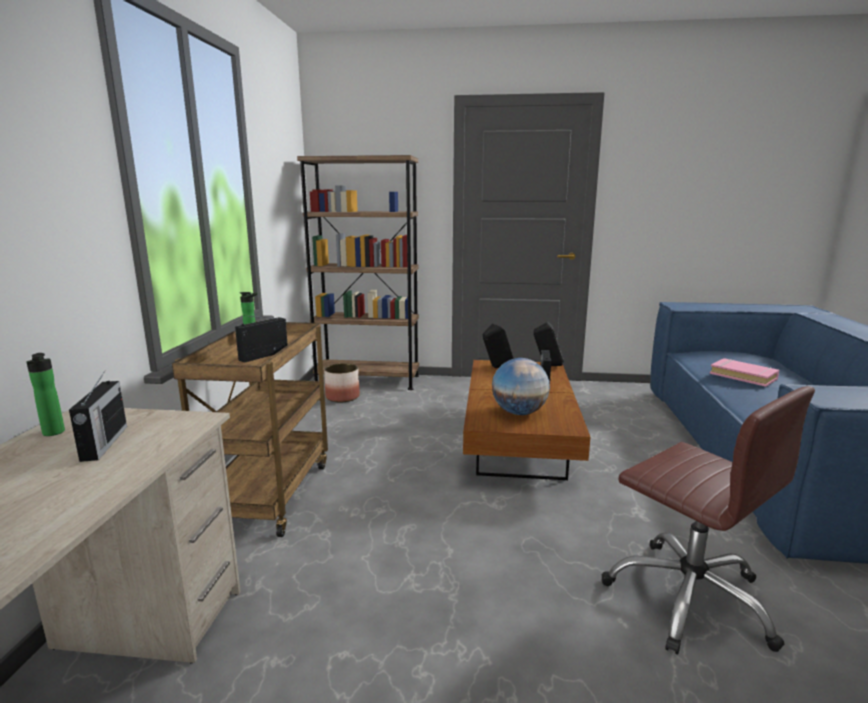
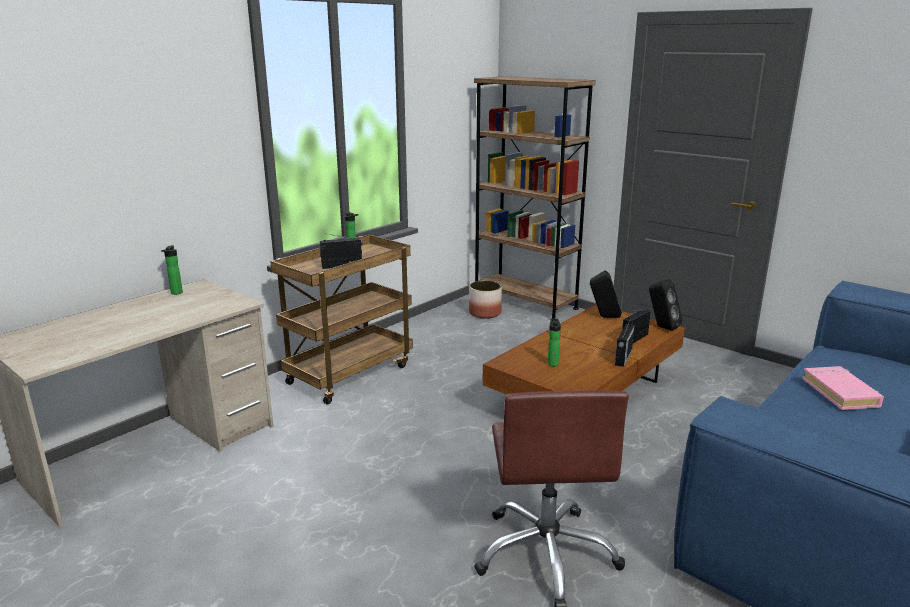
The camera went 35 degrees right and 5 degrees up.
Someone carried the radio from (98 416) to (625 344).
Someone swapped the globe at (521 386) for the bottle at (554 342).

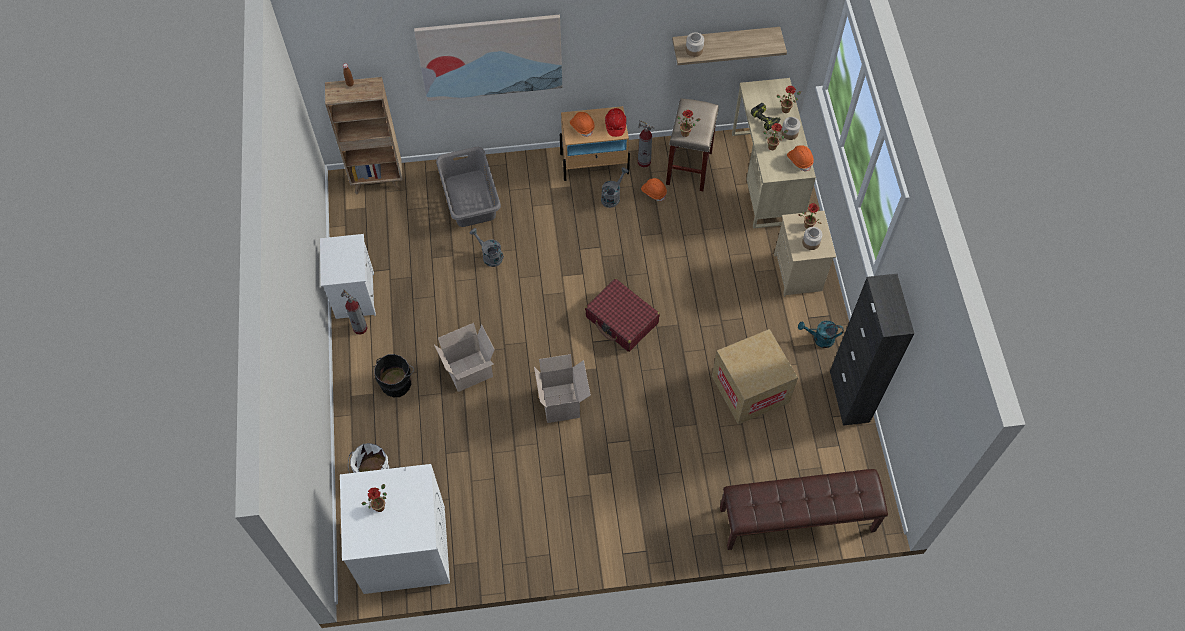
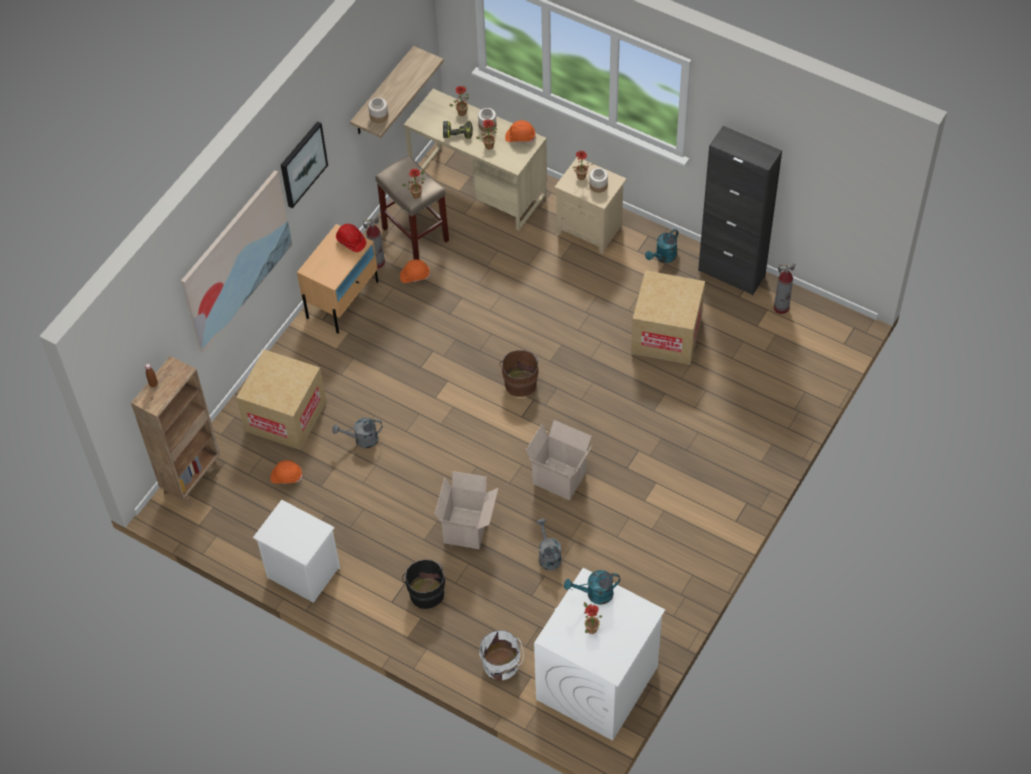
The camera went 50 degrees left and 5 degrees down.
Someone took away the brown bench at (804 509).
Someone put up the picture at (304 164).
Someone put down the turquoise watering can at (592 587).
Someone carried the fire extinguisher from (354 312) to (785 289).
Someone carried the orange hard hat from (582 124) to (286 472).
Someone carried the grey watering can from (615 187) to (549 544).
Someone swapped the grey laundry basket at (468 187) for the cardboard box at (281 399).
Someone swapped the red suitcase at (622 315) for the brown bucket at (519 373).

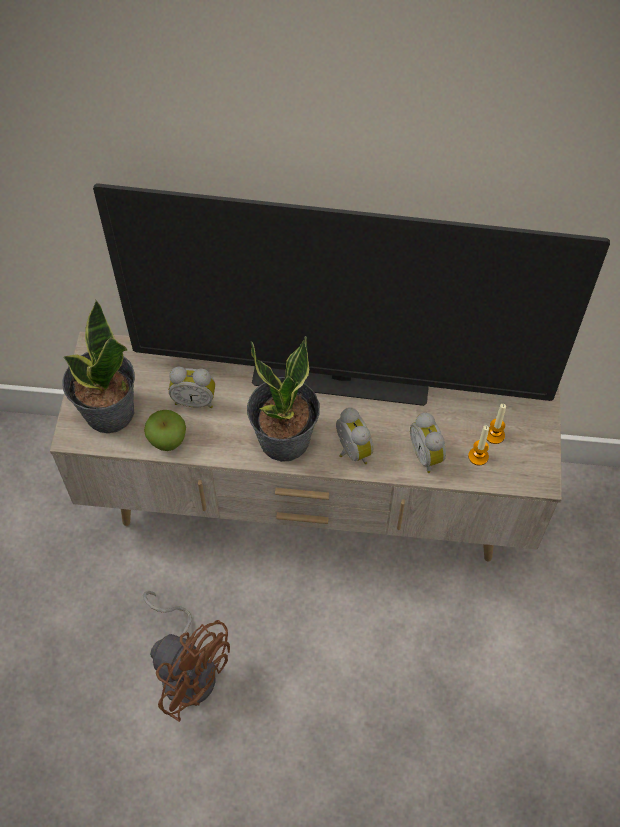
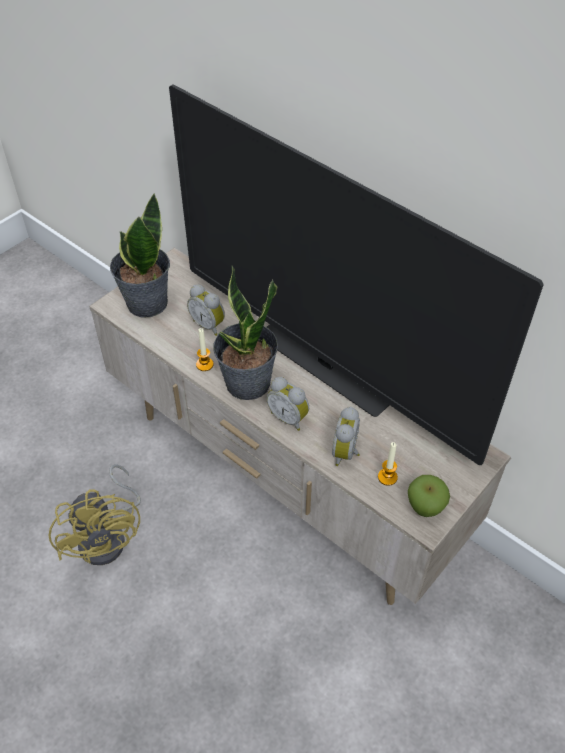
The camera went 35 degrees right and 10 degrees down.
Someone carried the apple from (165 430) to (429 496).
Someone carried the candle from (496 424) to (205 349).
Someone repainted the brown fan at (186 656), which became the yellow fan at (95 514).
Someone rotated the alarm clock at (355 436) by 120 degrees clockwise.

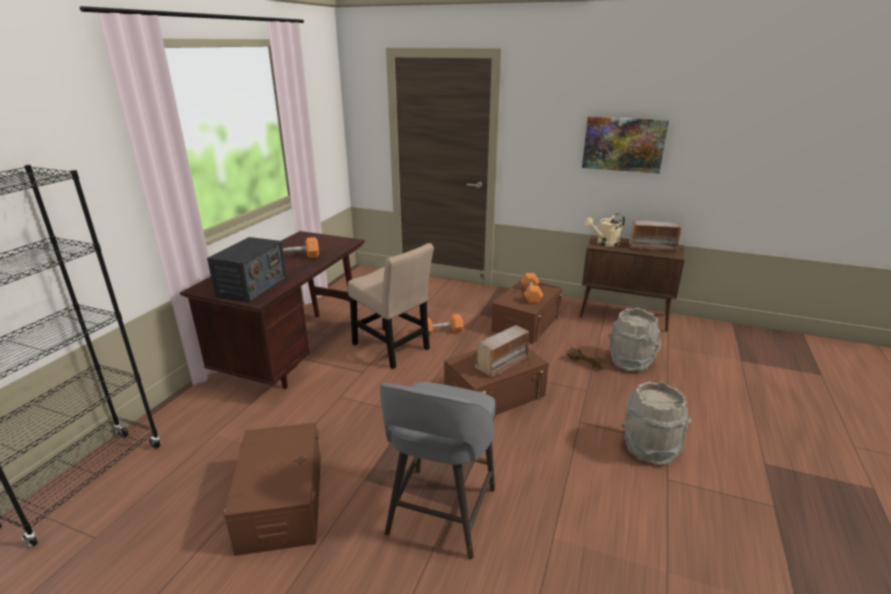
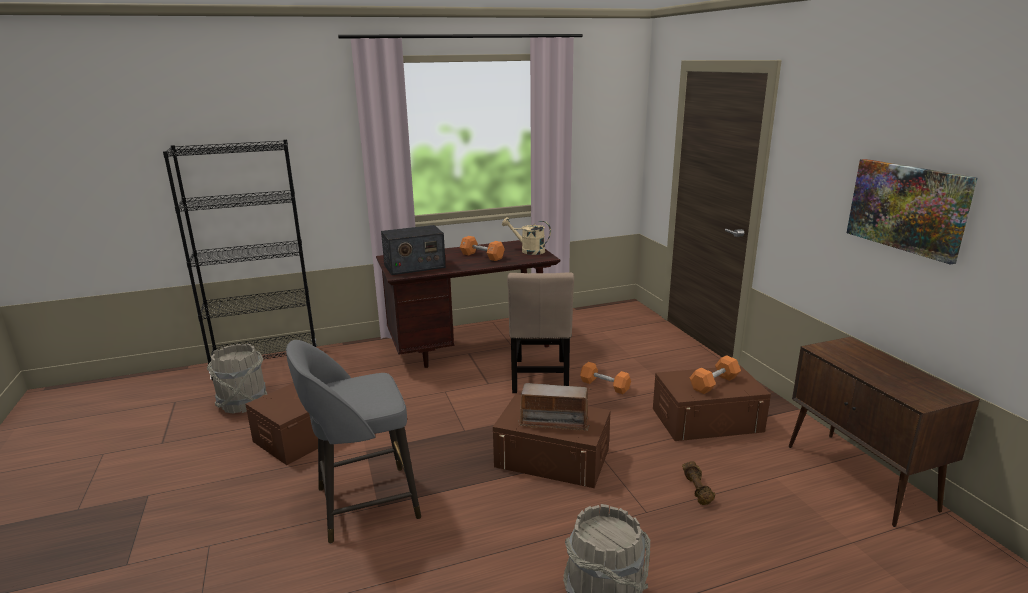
The camera went 50 degrees right and 5 degrees down.
Someone took away the radio at (654 235).
Someone carried the beige watering can from (604 230) to (526 236).
Someone carried the grey bucket from (634 340) to (237 379).

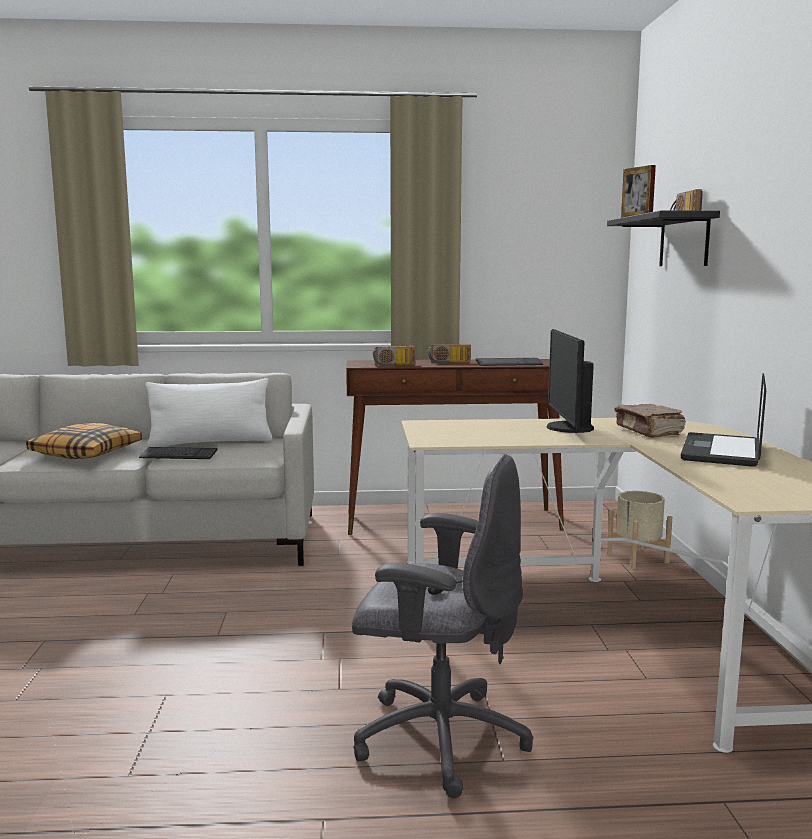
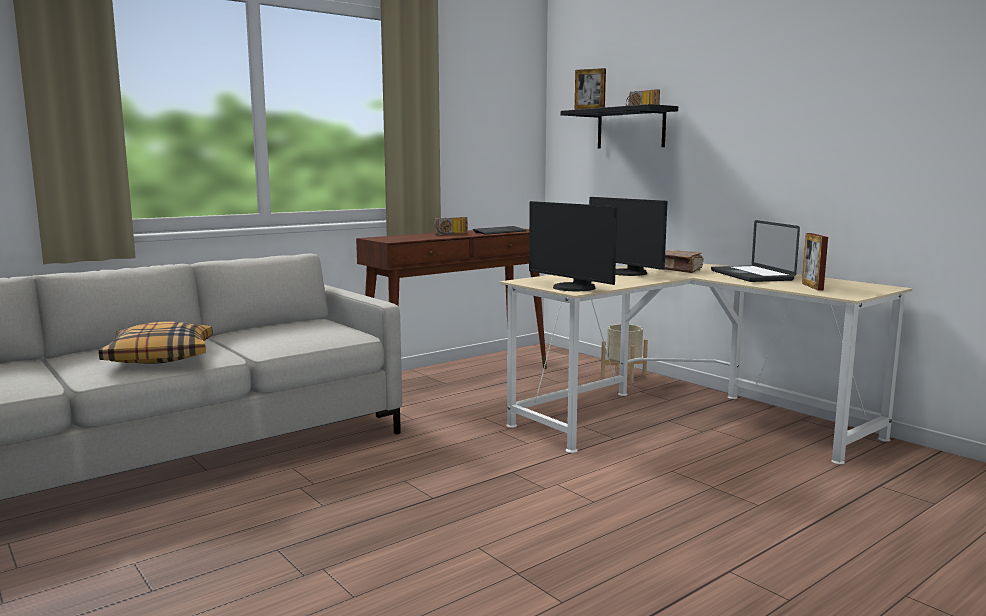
The camera went 35 degrees left and 0 degrees up.
Someone took away the keyboard at (178 453).
Someone took away the white pillow at (209 412).
Someone took away the grey office chair at (442 626).
Someone took away the radio at (394 356).
Someone put down the monitor at (573 246).
Someone put down the picture frame at (815 262).

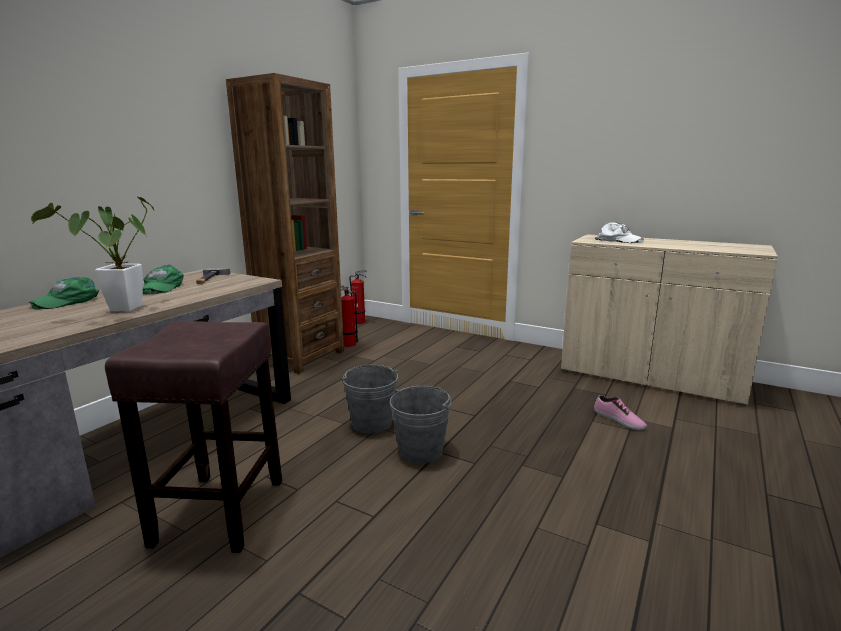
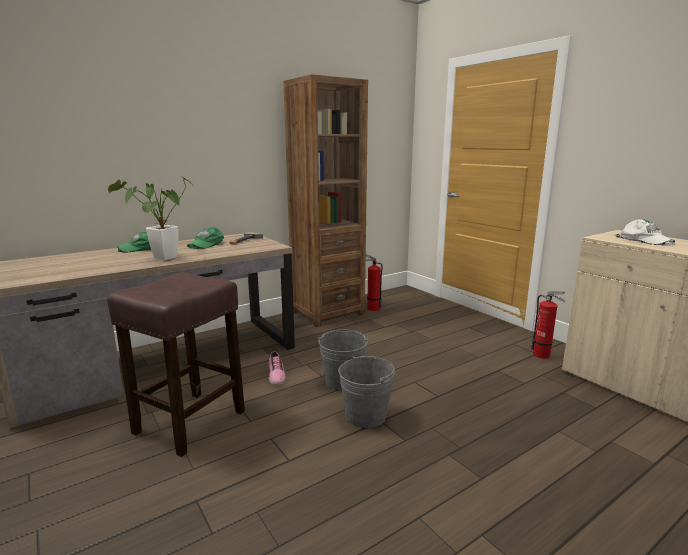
The camera went 25 degrees right and 0 degrees up.
Someone carried the fire extinguisher from (358 297) to (548 325).
Someone carried the shoe from (620 412) to (277 368).

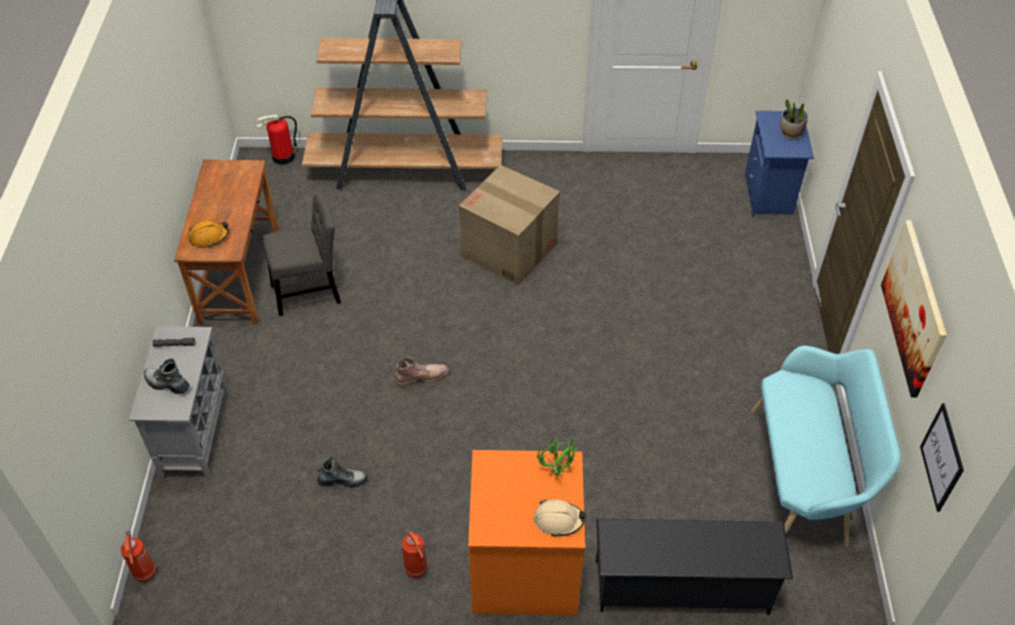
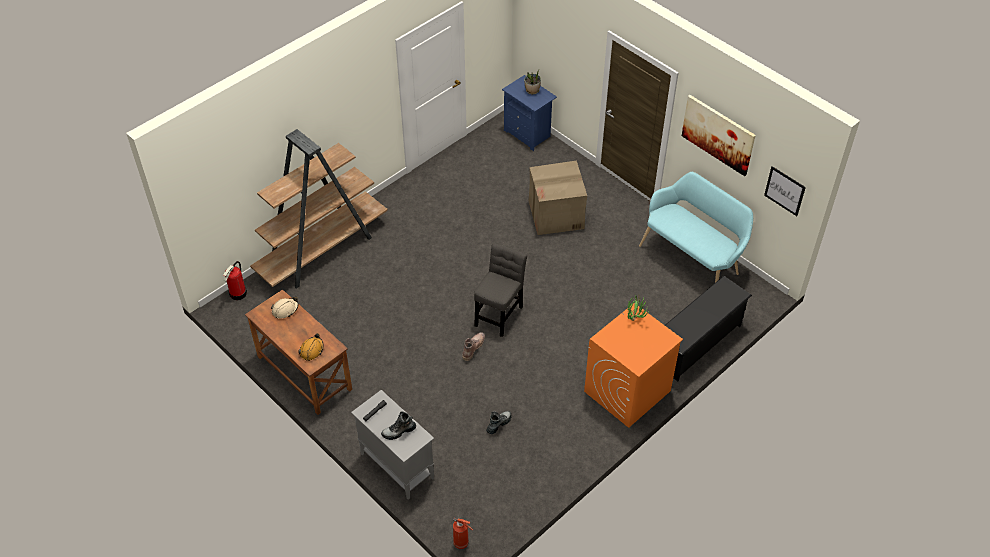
The camera went 45 degrees left and 0 degrees up.
Someone took away the fire extinguisher at (414 552).
Someone carried the grey chair from (302 253) to (500 290).
Someone carried the cardboard box from (509 225) to (558 197).
Someone carried the beige hard hat from (560 518) to (285 308).

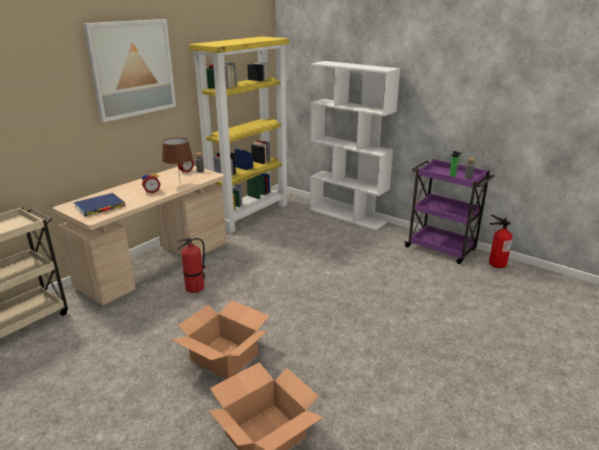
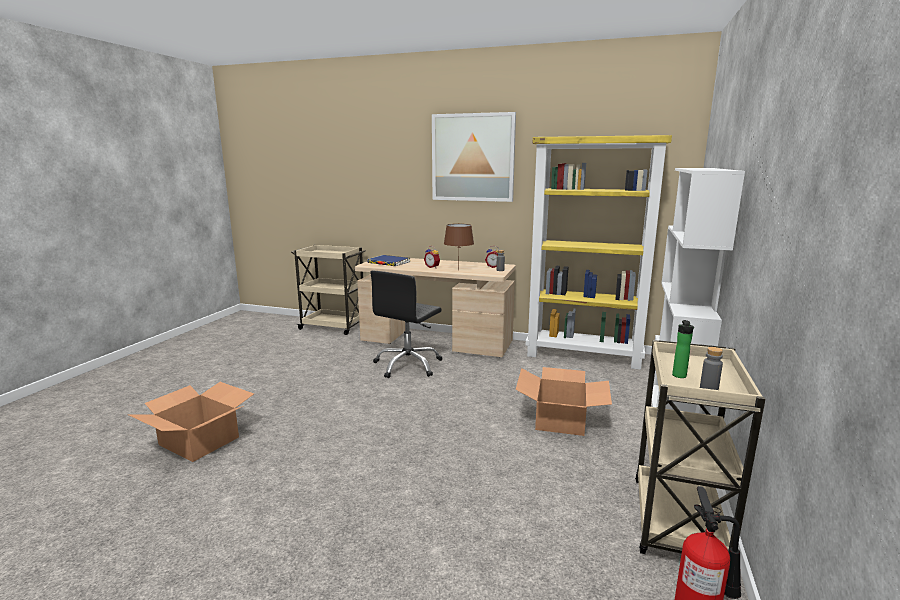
The camera went 70 degrees right and 10 degrees down.
Someone carried the cardboard box from (220 339) to (564 401).
Someone swapped the fire extinguisher at (191 265) for the black office chair at (406 324).
Someone repainted the purple cart at (449 211), which became the beige cart at (700 447).

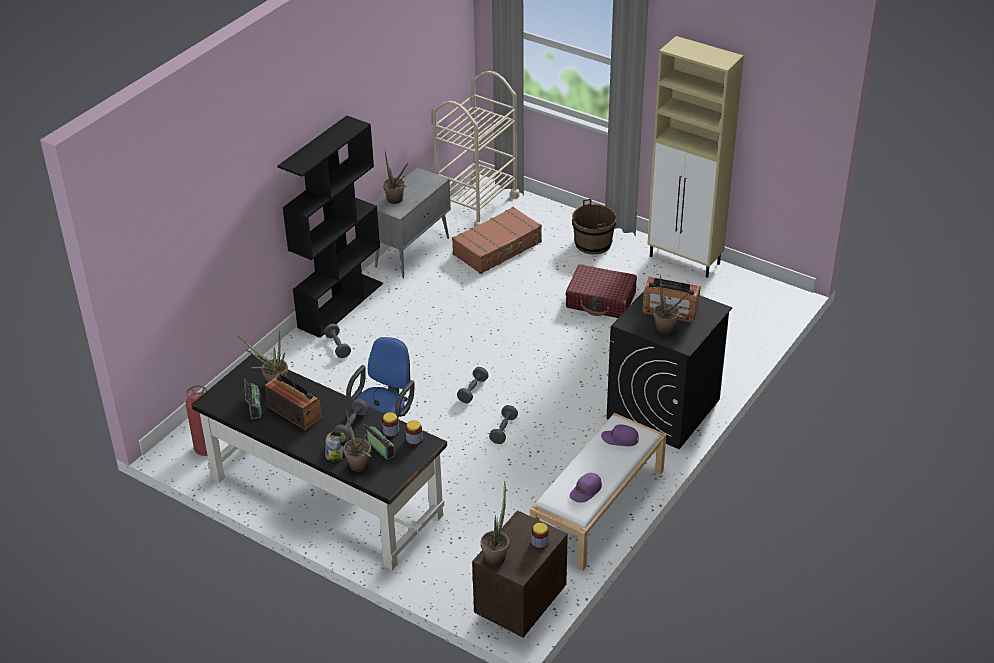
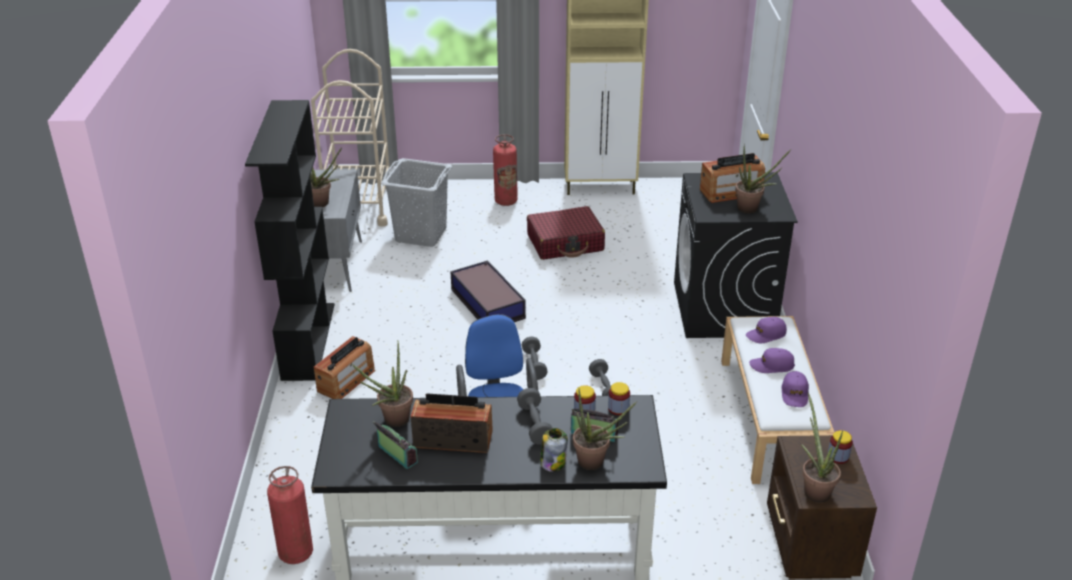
The camera went 35 degrees left and 5 degrees down.
Someone put down the storage box at (488 291).
Someone put down the purple cap at (772 360).
Someone swapped the grey dumbbell at (337 341) for the radio at (344 367).
Someone swapped the brown suitcase at (497 240) for the grey laundry basket at (416 202).
Someone swapped the brown bucket at (594 226) for the fire extinguisher at (505 170).

